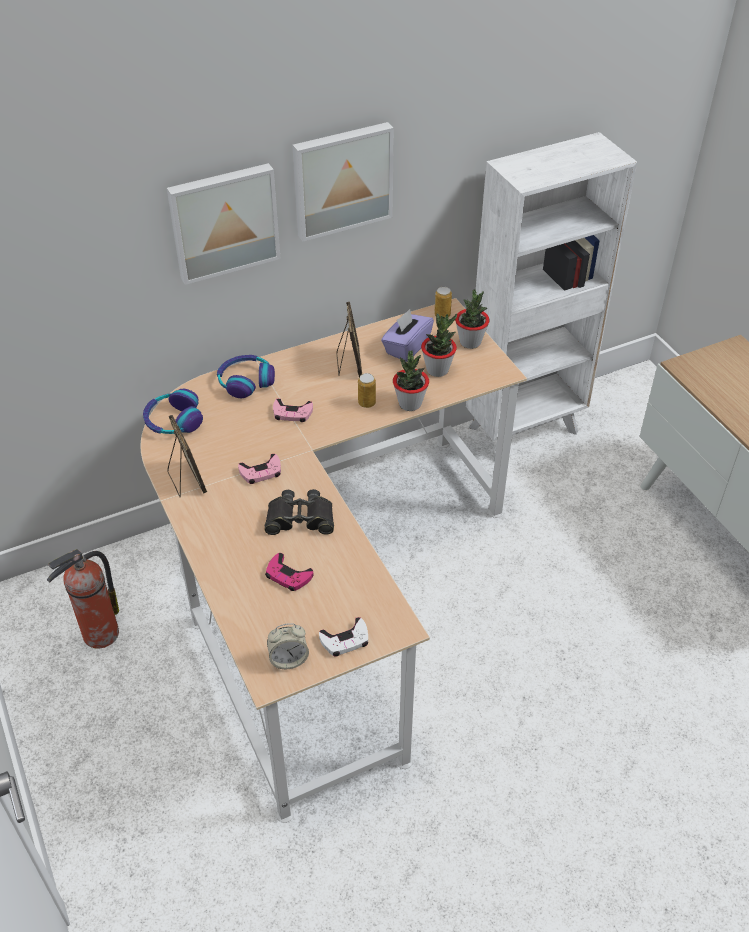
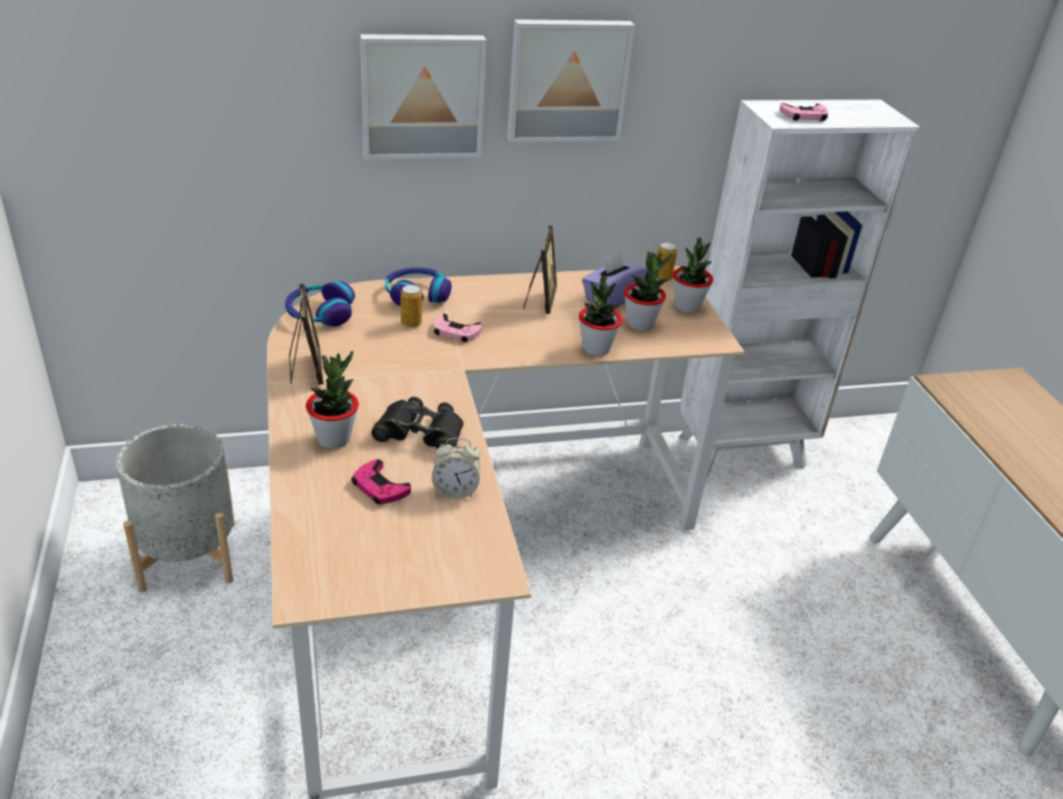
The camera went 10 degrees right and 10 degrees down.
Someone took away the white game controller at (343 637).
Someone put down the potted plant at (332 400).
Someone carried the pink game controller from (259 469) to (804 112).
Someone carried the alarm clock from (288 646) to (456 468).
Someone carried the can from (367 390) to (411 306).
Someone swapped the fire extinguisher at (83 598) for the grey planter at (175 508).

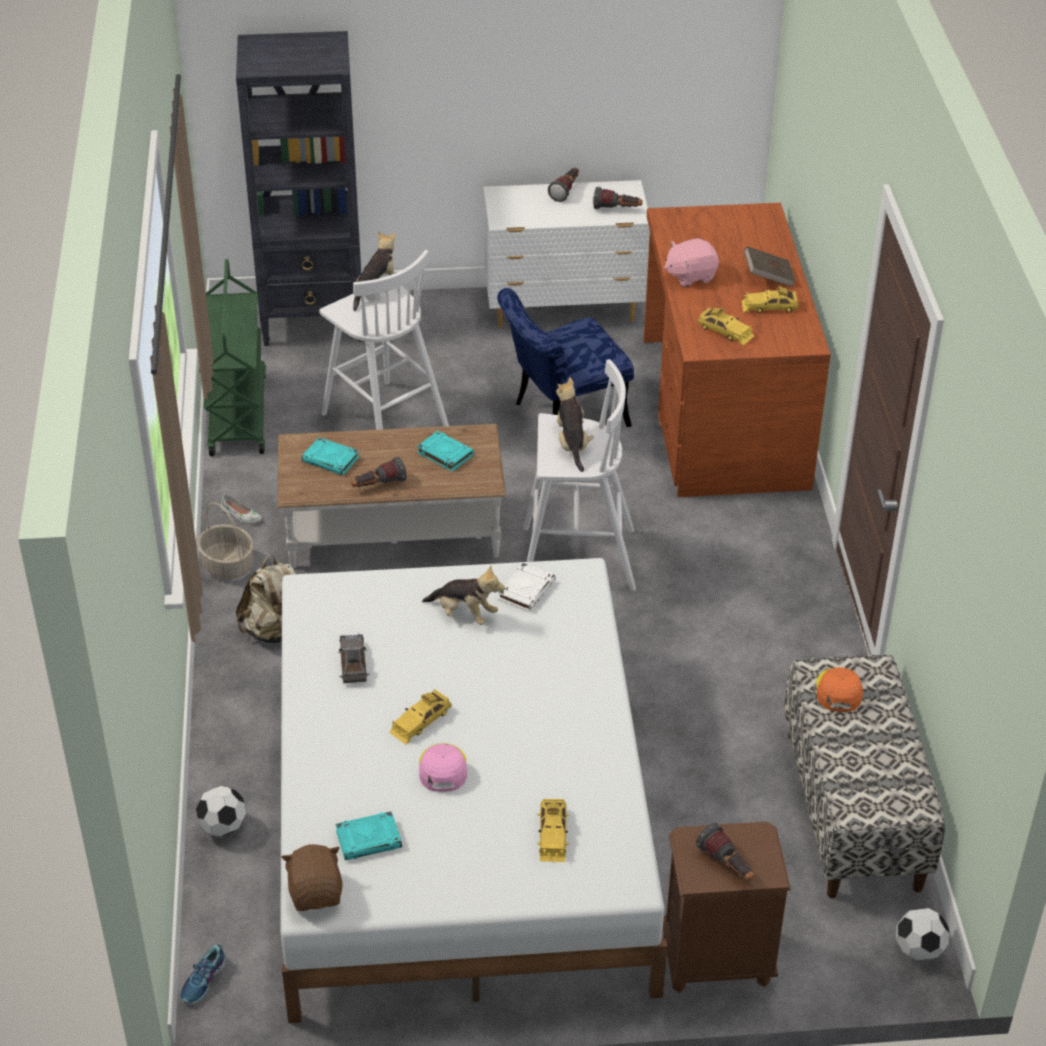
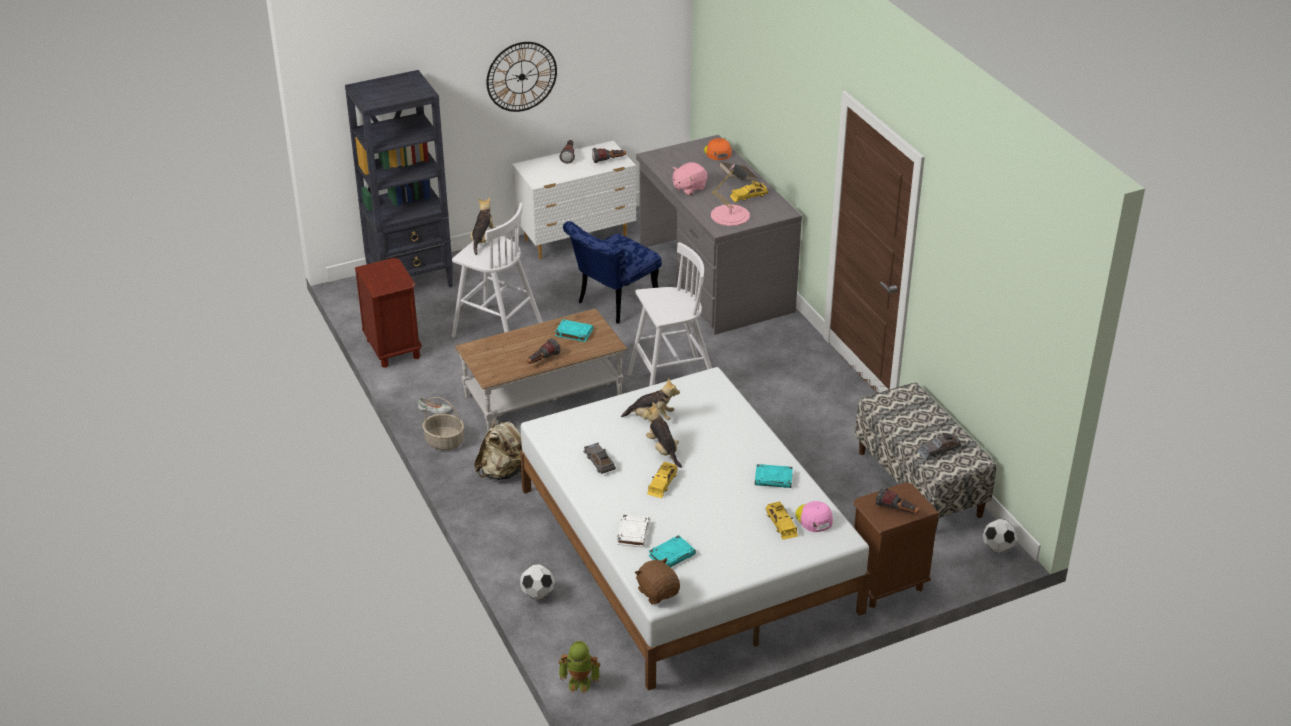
The camera went 20 degrees left and 5 degrees down.
Someone put up the wall clock at (521 77).
Someone put down the grey toy car at (939 446).
Someone carried the turquoise book from (330 456) to (774 476).
Someone carried the pink cap from (443 767) to (814 516).
Someone carried the white book from (526 587) to (633 530).
Someone carried the plush toy from (575 424) to (663 435).
Someone carried the orange cap from (839 689) to (717 149).
Someone swapped the shoe at (204 974) for the toy robot at (579 667).
Someone swapped the green cart at (232 357) for the brown nightstand at (388 313).
Someone swapped the yellow toy car at (725 326) for the pink table lamp at (730 195).
Someone repainted the brown desk at (737 350), which became the grey desk at (719 235).

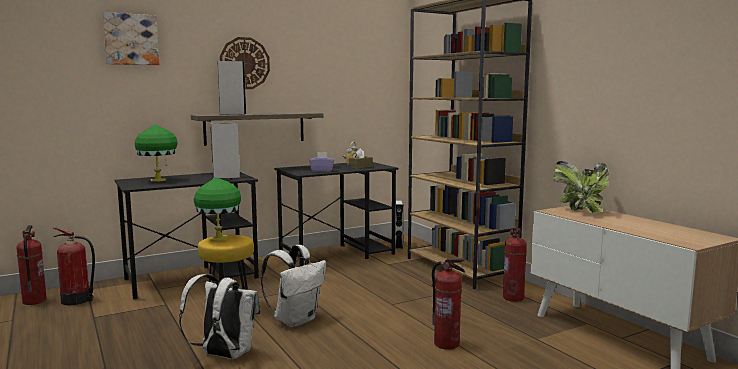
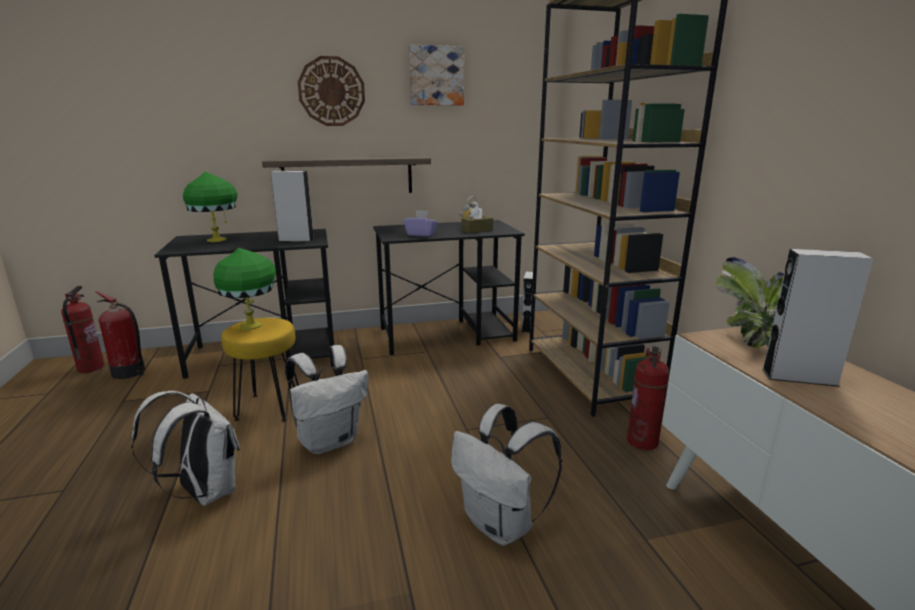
The camera went 15 degrees right and 10 degrees up.
Someone carried the picture from (131 38) to (436 75).
Someone carried the grey speaker from (232 88) to (818 318).
Someone swapped the fire extinguisher at (448 304) for the white backpack at (506 475).

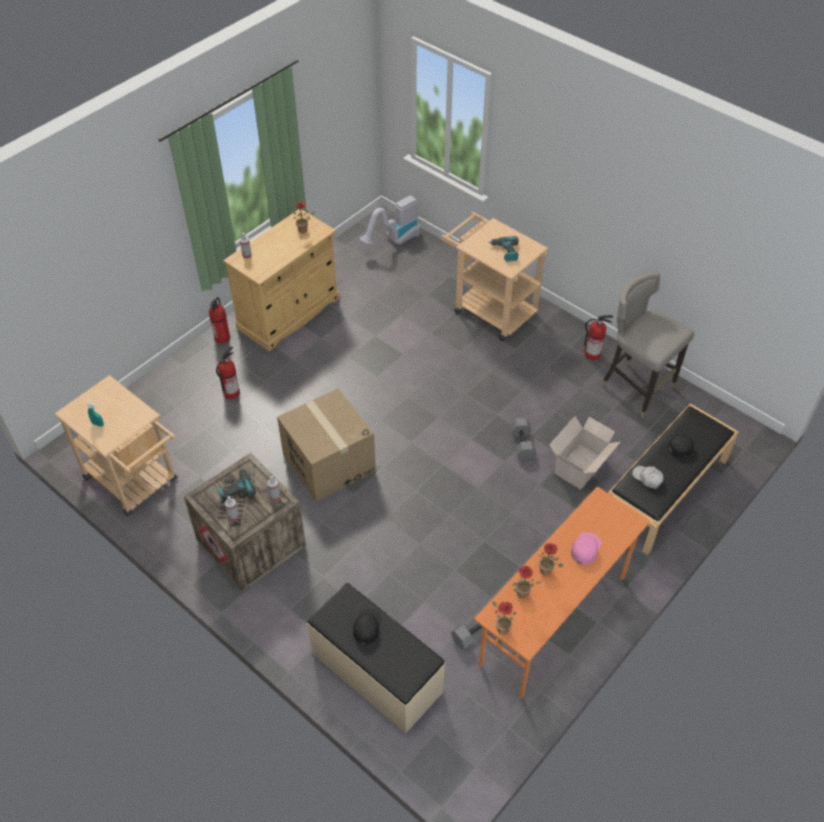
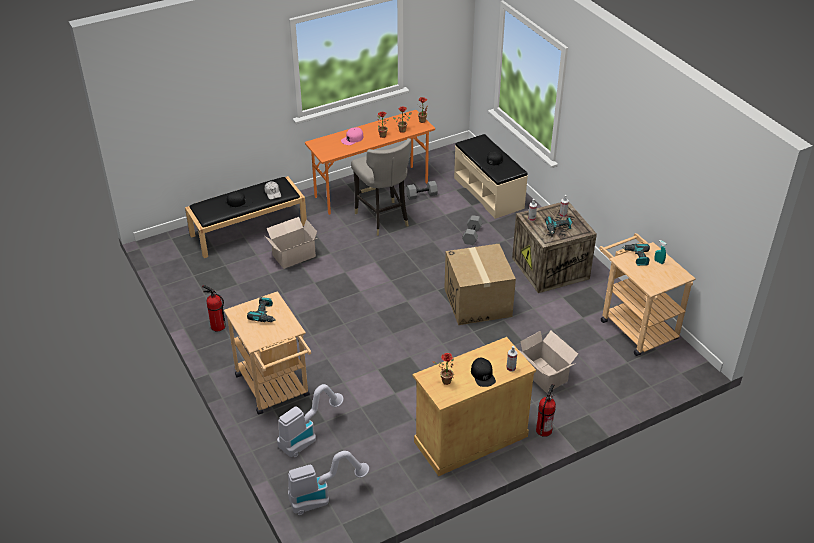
The camera went 160 degrees left and 10 degrees down.
Someone put down the vacuum cleaner at (310 420).
Someone put down the black cap at (483 372).
Someone put down the power drill at (636 255).
Someone carried the grey dumbbell from (523 439) to (472 230).
Someone carried the grey stool from (647 345) to (381 187).
Someone swapped the fire extinguisher at (228 372) for the cardboard box at (548 362).

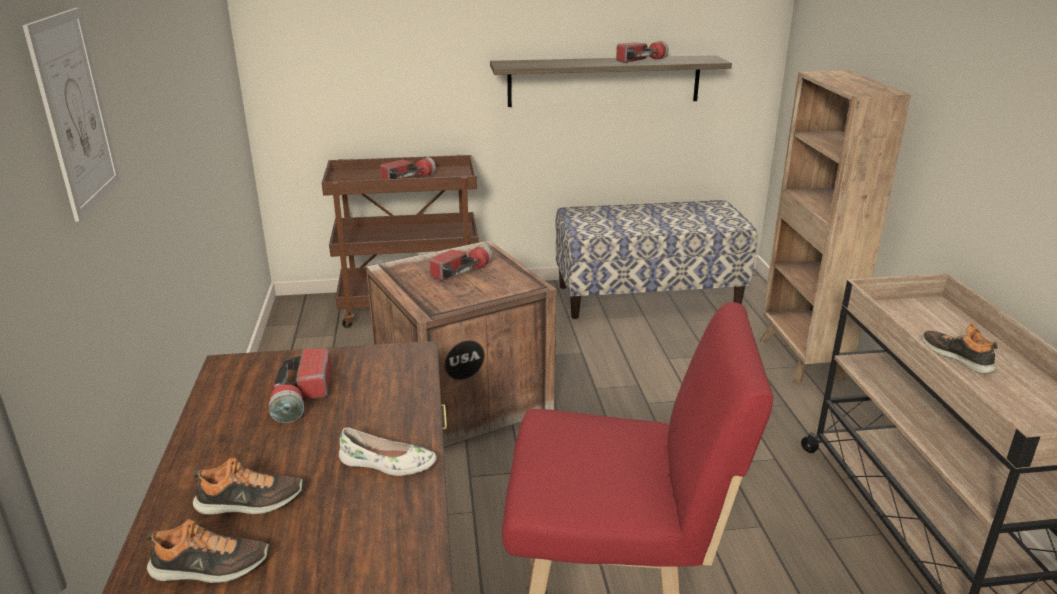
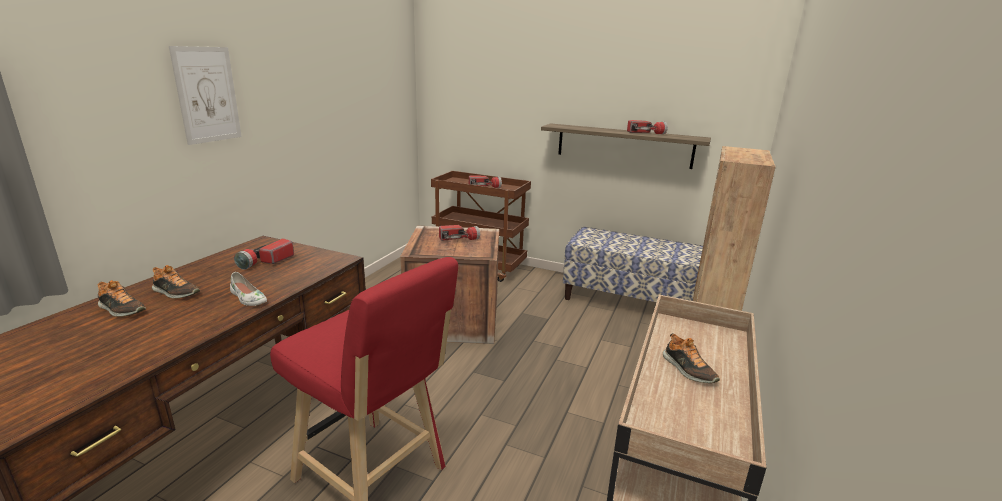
The camera went 30 degrees right and 5 degrees down.
Someone rotated the shoe at (960 349) by 150 degrees clockwise.

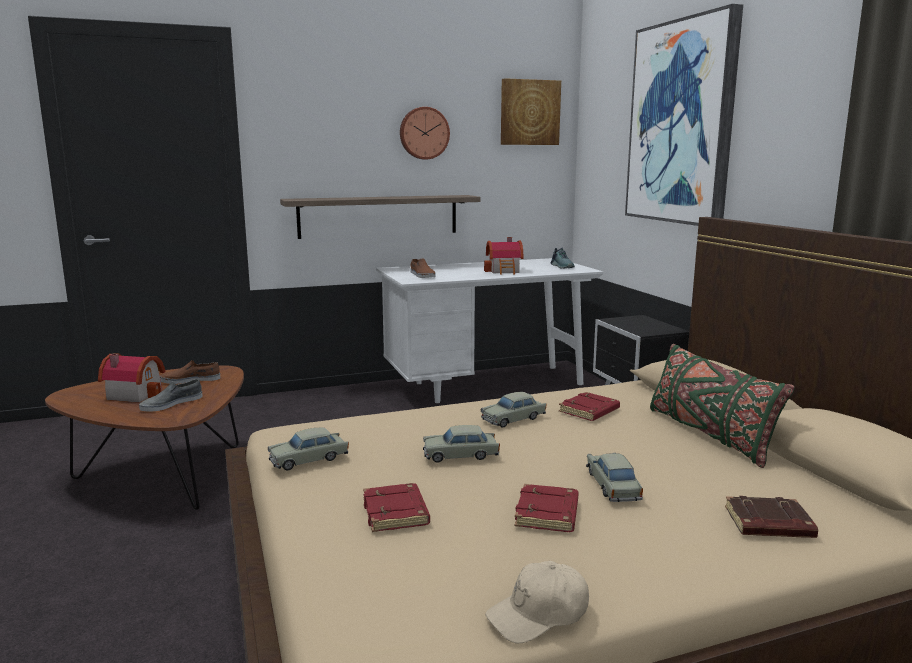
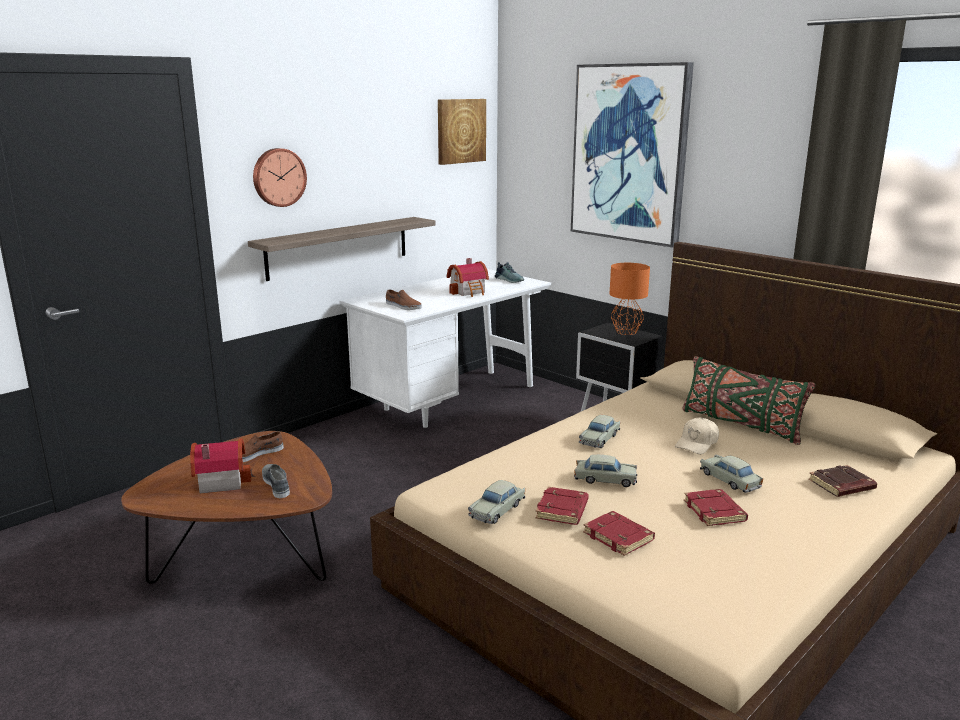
The camera went 25 degrees left and 5 degrees up.
Someone put down the orange table lamp at (630 299).
Someone carried the wall clock from (425 133) to (280 177).
Someone carried the beige cap from (537 602) to (697 436).
Someone carried the red book from (589 406) to (562 505).
Someone rotated the grey shoe at (171 395) by 135 degrees clockwise.
Someone rotated the beige toy car at (461 444) by 135 degrees counterclockwise.

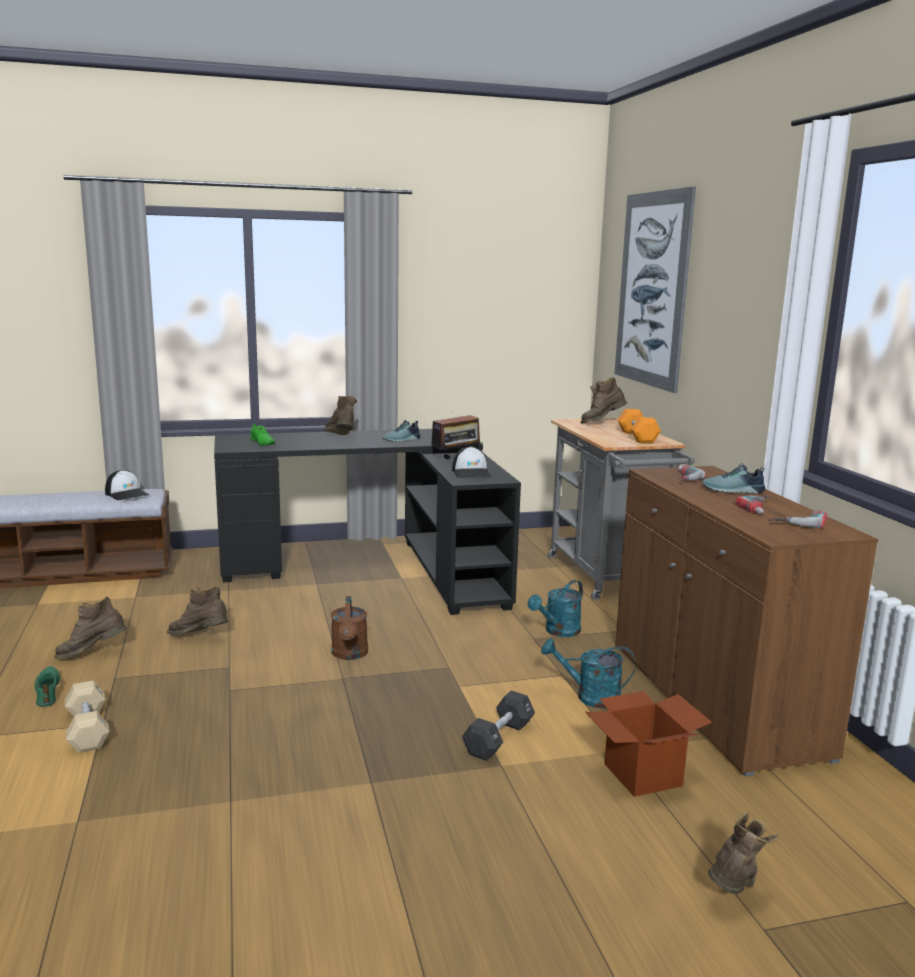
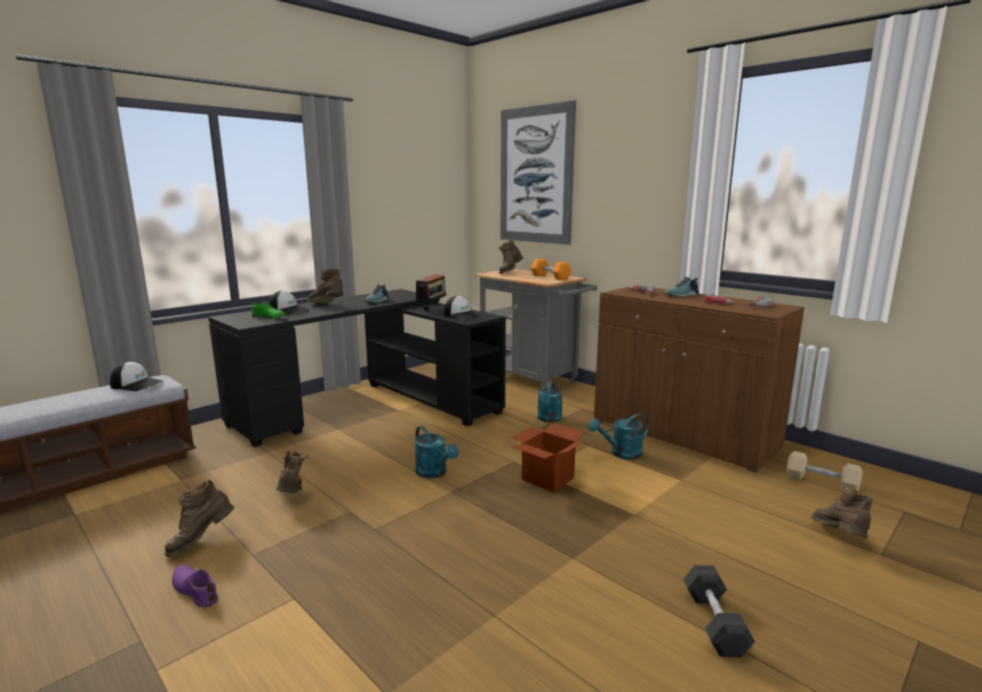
The camera went 30 degrees left and 0 degrees up.
Someone put down the cap at (288 302).
Someone carried the beige dumbbell from (87 717) to (824 471).
Someone carried the black dumbbell from (498 726) to (719 611).
Someone carried the cardboard box from (648 744) to (549 457).
Someone repainted the green shoe at (47 686), which became the purple shoe at (195 586).
Someone repainted the brown watering can at (349 628), which became the turquoise watering can at (436 452).
Someone rotated the brown boot at (197 610) by 90 degrees clockwise.

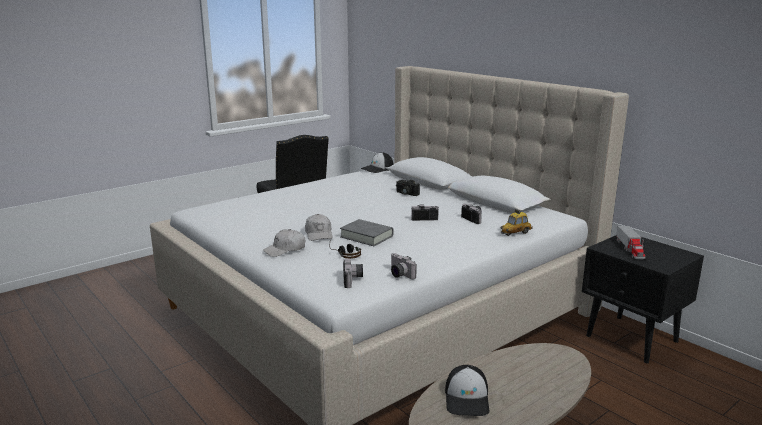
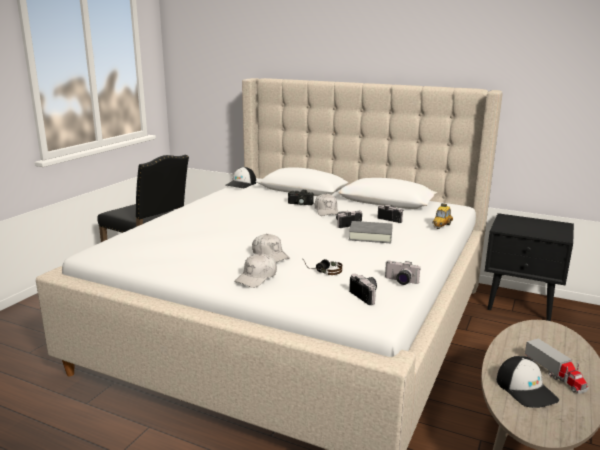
The camera went 25 degrees left and 0 degrees up.
Someone put down the white cap at (326 204).
Someone carried the grey book from (367 232) to (371 232).
Someone carried the toy truck from (631 242) to (557 366).

